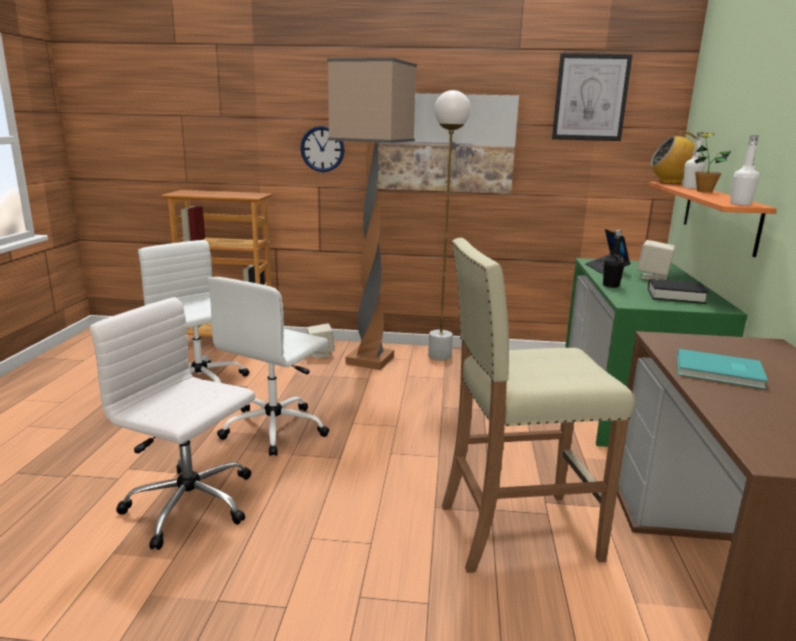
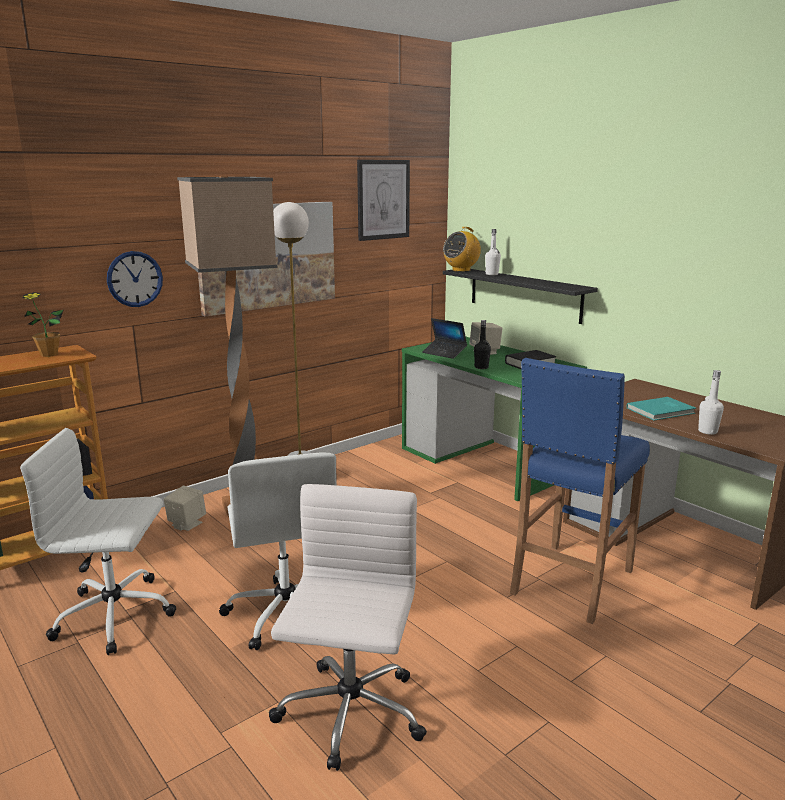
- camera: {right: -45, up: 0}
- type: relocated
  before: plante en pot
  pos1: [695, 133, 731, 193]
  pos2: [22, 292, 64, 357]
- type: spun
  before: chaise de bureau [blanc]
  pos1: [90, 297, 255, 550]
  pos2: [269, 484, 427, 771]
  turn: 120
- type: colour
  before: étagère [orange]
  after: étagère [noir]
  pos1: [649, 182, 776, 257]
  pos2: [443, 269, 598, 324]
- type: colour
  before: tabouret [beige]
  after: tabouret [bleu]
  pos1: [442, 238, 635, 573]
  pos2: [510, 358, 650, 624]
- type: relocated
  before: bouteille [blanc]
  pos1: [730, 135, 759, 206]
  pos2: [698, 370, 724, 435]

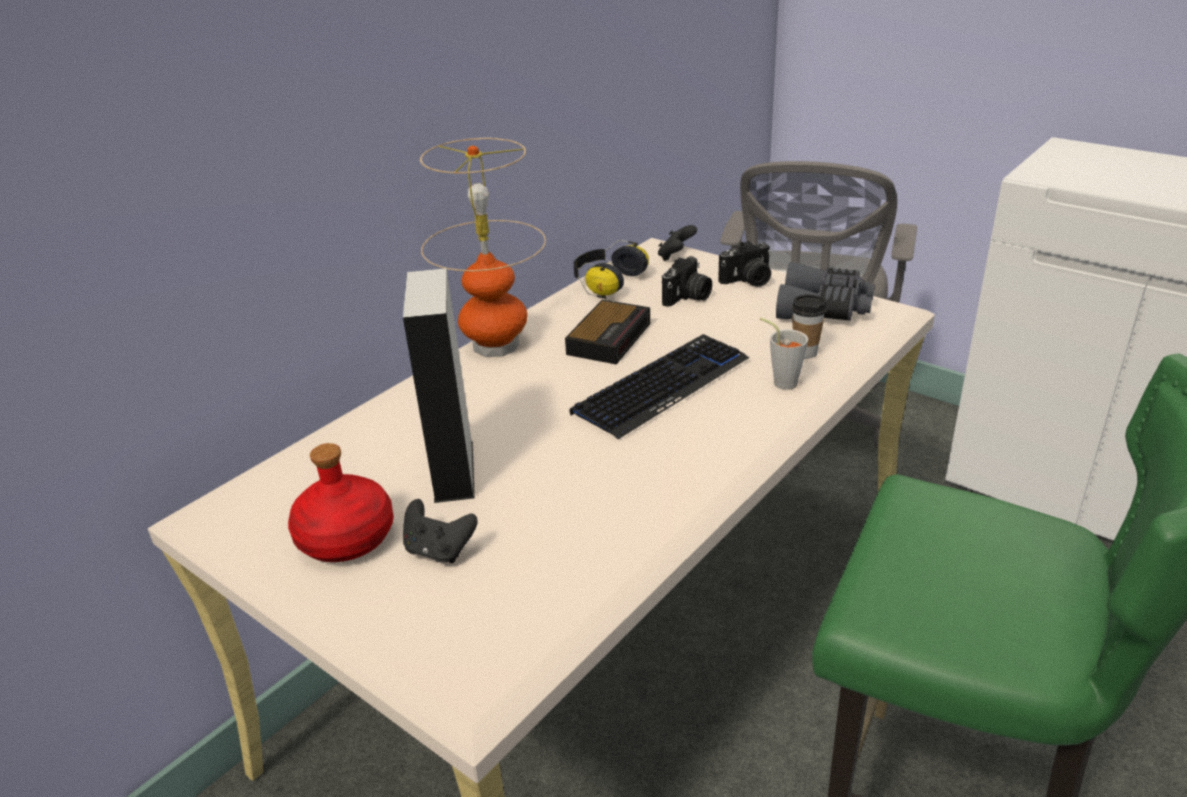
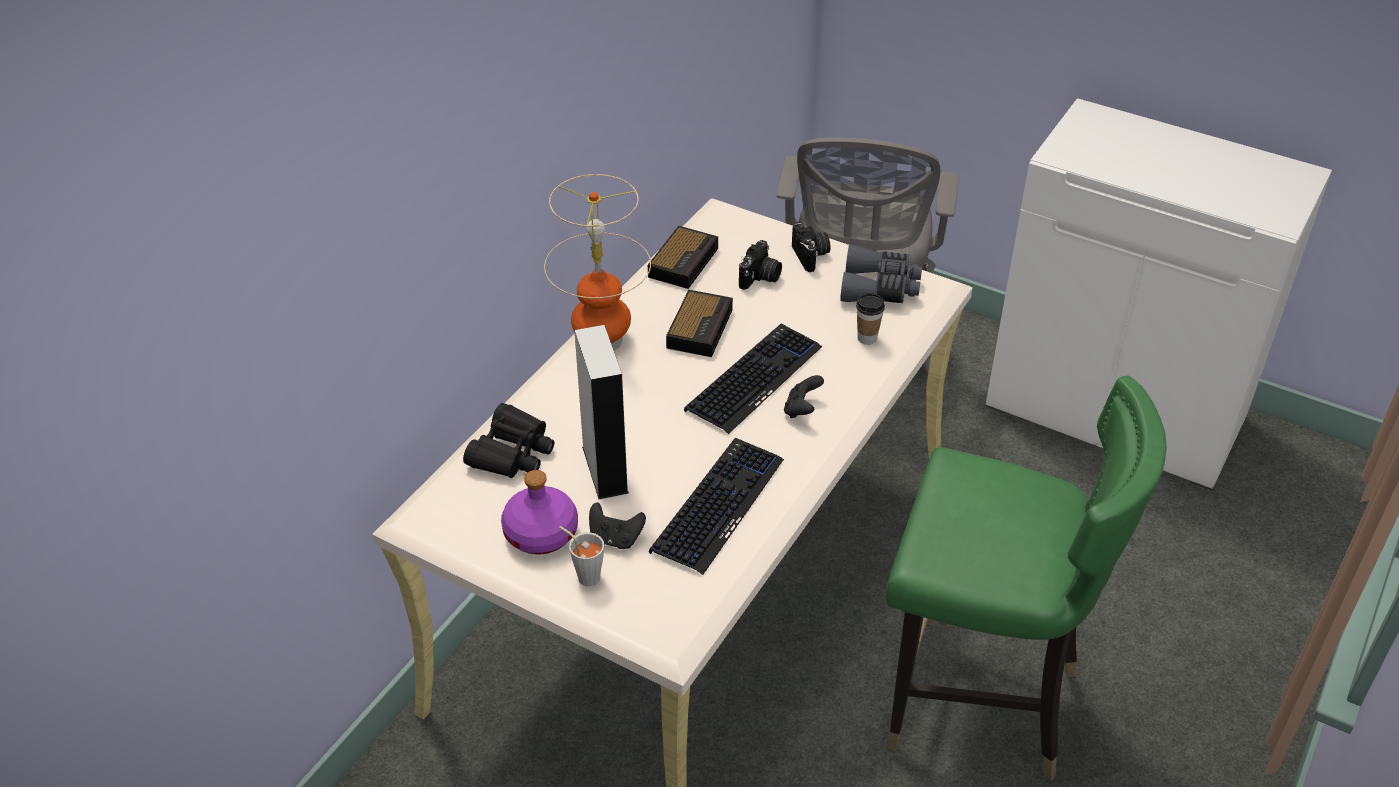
- camera: {right: -10, up: 10}
- type: appeared
  after: jumelles [noir]
  pos2: [463, 403, 554, 478]
- type: colour
  before: bouteille [rouge]
  after: bouteille [violet]
  pos1: [288, 443, 394, 562]
  pos2: [501, 470, 578, 554]
- type: relocated
  before: tasse [gris]
  pos1: [760, 317, 808, 390]
  pos2: [559, 526, 604, 586]
- type: exchanged
  before: casque audio
  after: réveil
  pos1: [574, 240, 649, 299]
  pos2: [648, 226, 718, 289]
- type: appeared
  after: clavier
  pos2: [649, 438, 784, 575]
- type: relocated
  before: manette [noir]
  pos1: [658, 225, 697, 261]
  pos2: [784, 375, 824, 418]
- type: spun
  before: appareil photo
  pos1: [718, 241, 771, 287]
  pos2: [792, 222, 831, 272]
  turn: -75

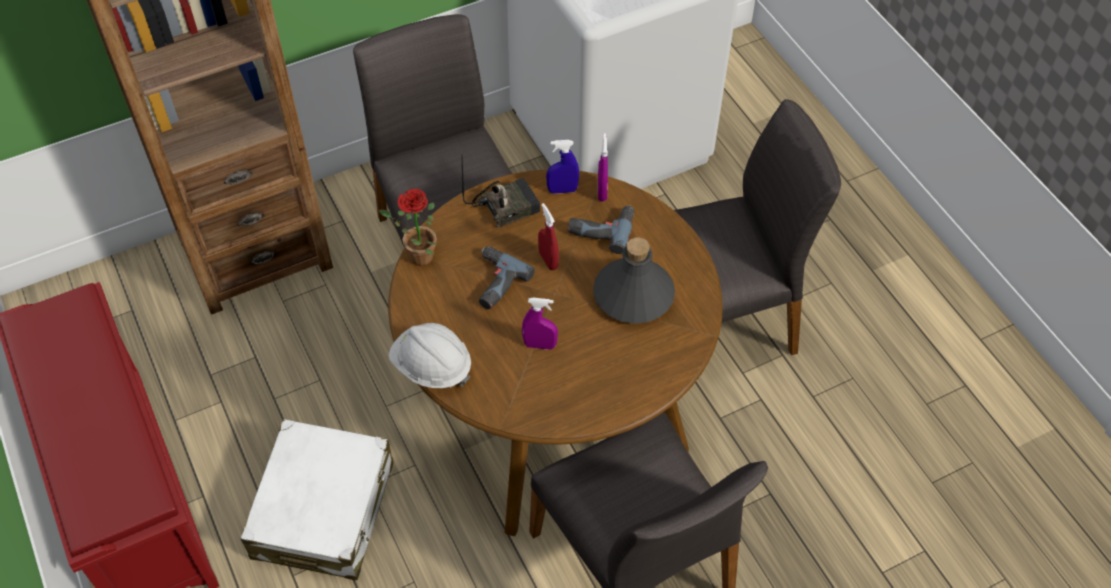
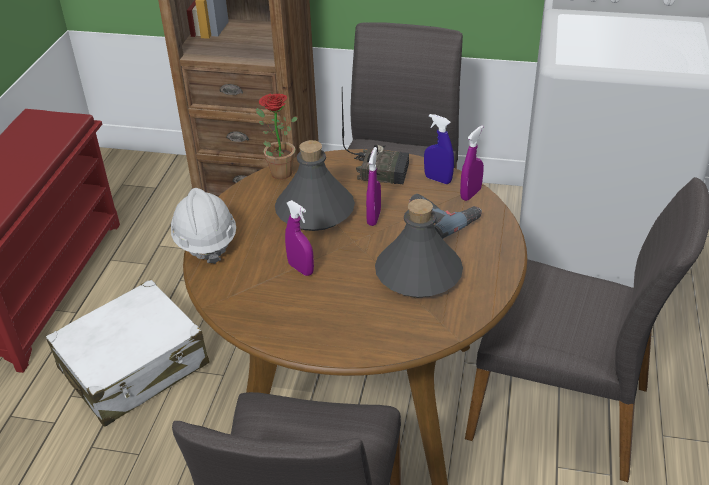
- camera: {right: 40, up: -15}
- type: exchanged
  before: perceuse
  after: bouteille [gris]
  pos1: [479, 246, 535, 309]
  pos2: [275, 140, 355, 231]
- type: colour
  before: vaporisateur [rouge]
  after: vaporisateur [violet]
  pos1: [538, 203, 559, 270]
  pos2: [366, 147, 381, 226]

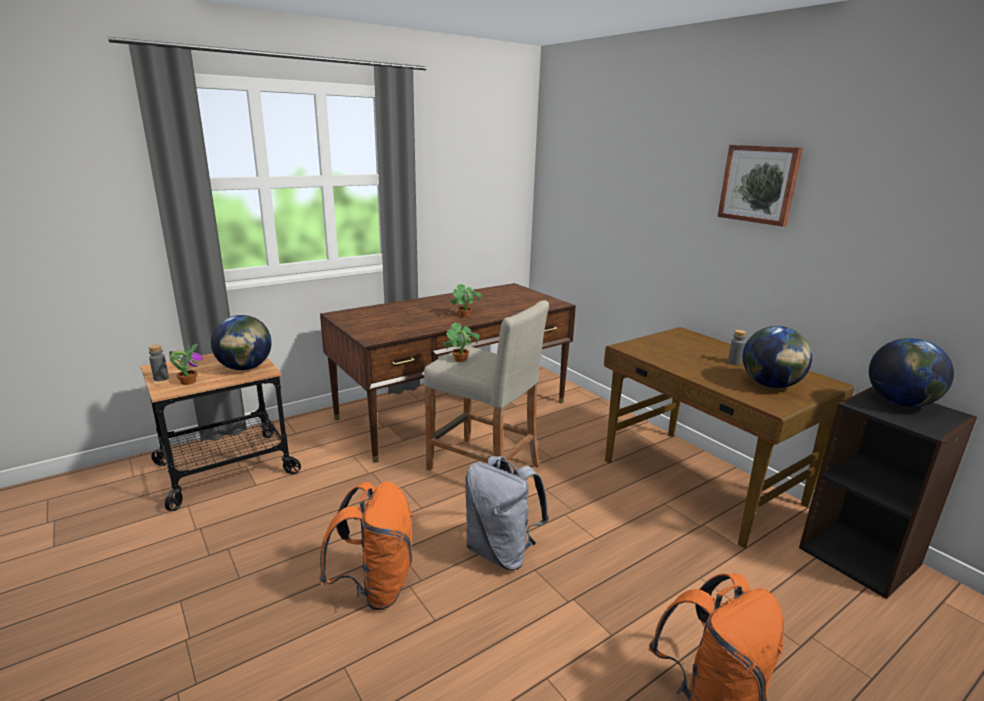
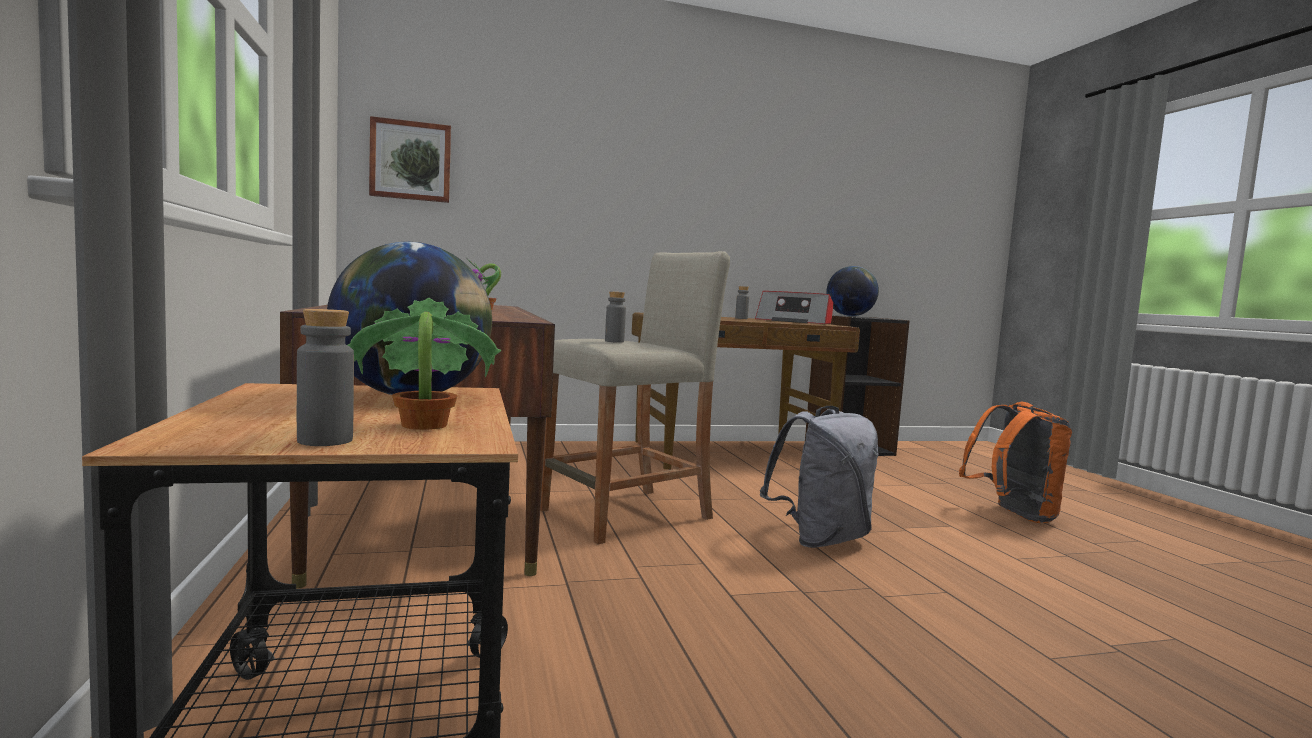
- camera: {right: -70, up: -15}
- type: relocated
  before: tableau
  pos1: [718, 145, 803, 227]
  pos2: [369, 116, 451, 203]
- type: exchanged
  before: plante en pot
  after: bouteille [gris]
  pos1: [442, 323, 480, 362]
  pos2: [605, 291, 626, 343]
- type: exchanged
  before: globe
  after: radio
  pos1: [743, 326, 812, 388]
  pos2: [755, 291, 833, 324]
- type: missing
  before: sac à dos [orange]
  pos1: [319, 481, 413, 611]

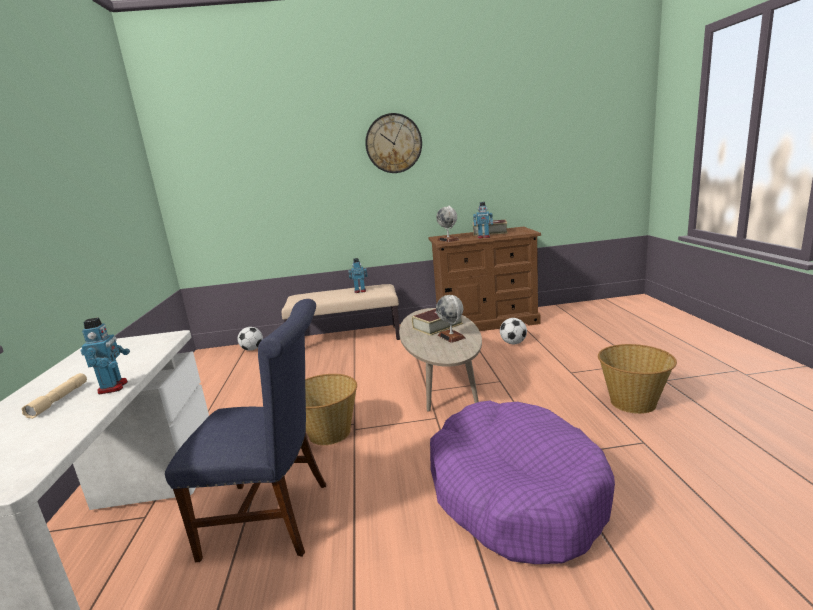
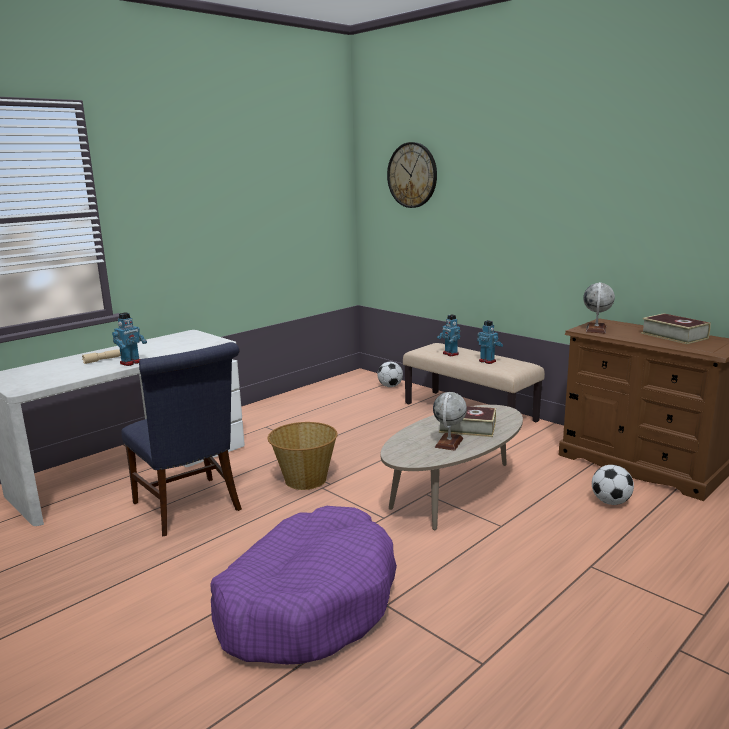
- camera: {right: 50, up: 0}
- type: relocated
  before: horloge murale
  pos1: [365, 113, 422, 173]
  pos2: [387, 142, 437, 208]
- type: relocated
  before: robot jouet
  pos1: [473, 202, 493, 238]
  pos2: [437, 315, 460, 356]
- type: missing
  before: panier
  pos1: [598, 344, 677, 414]

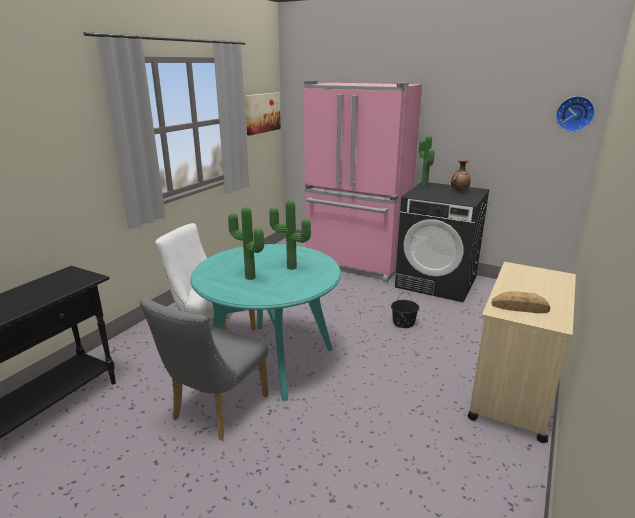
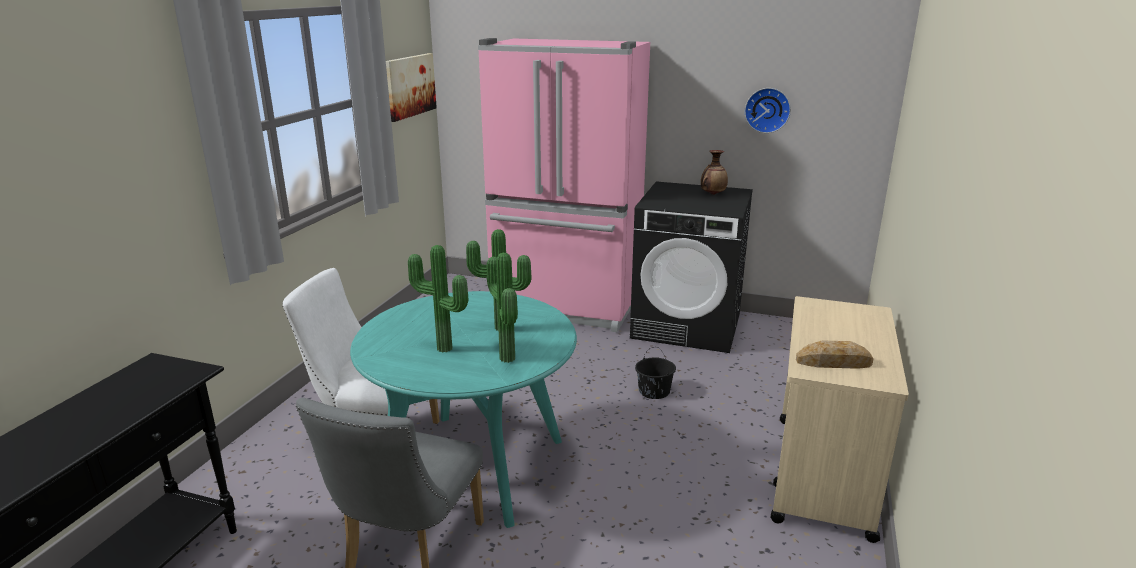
- camera: {right: -10, up: 0}
- type: relocated
  before: plante en pot
  pos1: [418, 135, 435, 186]
  pos2: [487, 253, 518, 363]
- type: relocated
  before: horloge murale
  pos1: [556, 96, 595, 132]
  pos2: [744, 88, 791, 133]

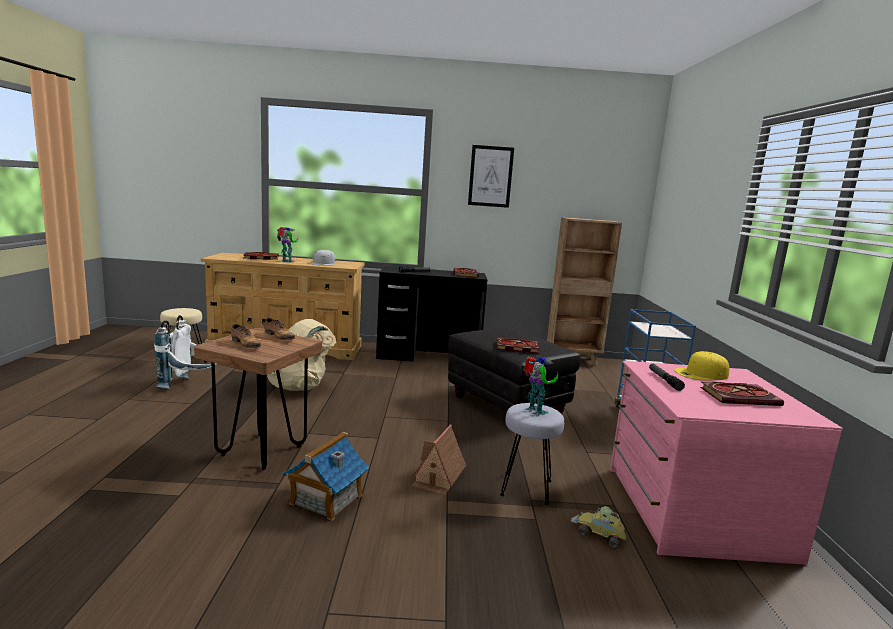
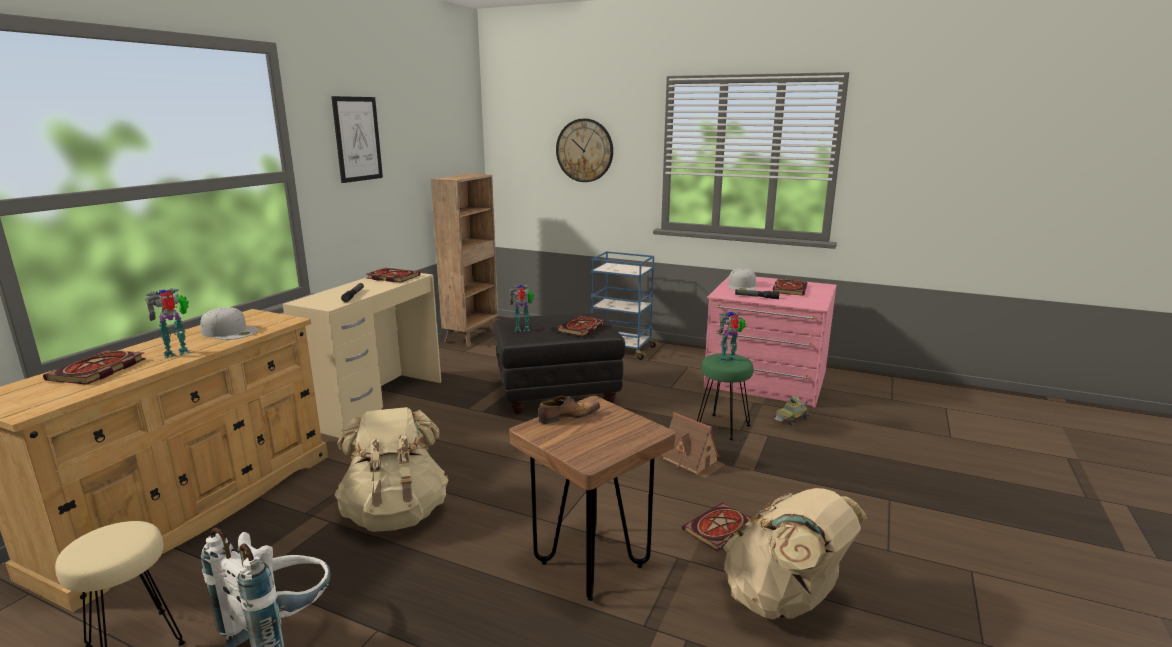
- camera: {right: -65, up: 5}
- type: colour
  before: bureau [noir]
  after: bureau [beige]
  pos1: [376, 266, 487, 362]
  pos2: [283, 273, 441, 438]
- type: appeared
  after: robot jouet
  pos2: [509, 285, 534, 332]
- type: appeared
  after: horloge murale
  pos2: [556, 119, 613, 182]
- type: exchanged
  before: maison miniature
  after: livre
  pos1: [282, 432, 369, 521]
  pos2: [682, 503, 750, 551]
- type: colour
  before: tabouret [gris]
  after: tabouret [vert]
  pos1: [500, 403, 564, 505]
  pos2: [697, 353, 753, 440]
- type: appeared
  after: sac à dos [beige]
  pos2: [723, 488, 867, 619]
- type: colour
  before: casquette [jaune]
  after: casquette [blanc]
  pos1: [674, 351, 729, 380]
  pos2: [728, 268, 756, 291]
- type: missing
  before: chaussure
  pos1: [231, 324, 261, 348]

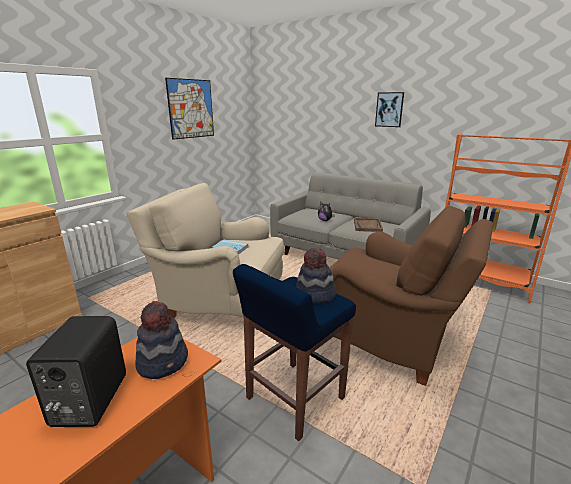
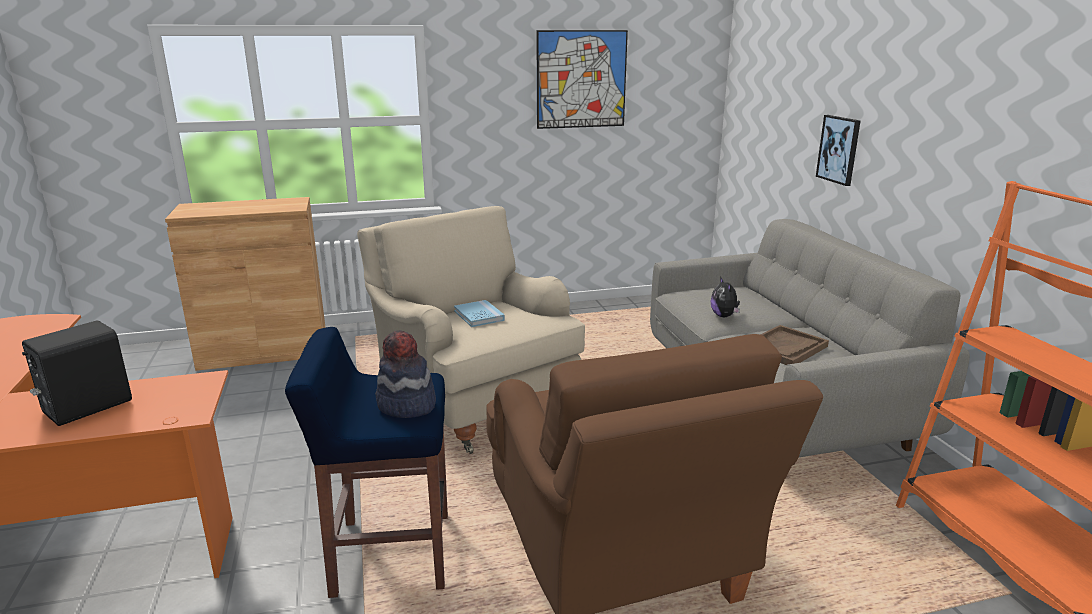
- camera: {right: 40, up: 0}
- type: relocated
  before: tableau
  pos1: [375, 92, 404, 127]
  pos2: [816, 115, 860, 186]
- type: missing
  before: chapeau
  pos1: [136, 301, 188, 379]

